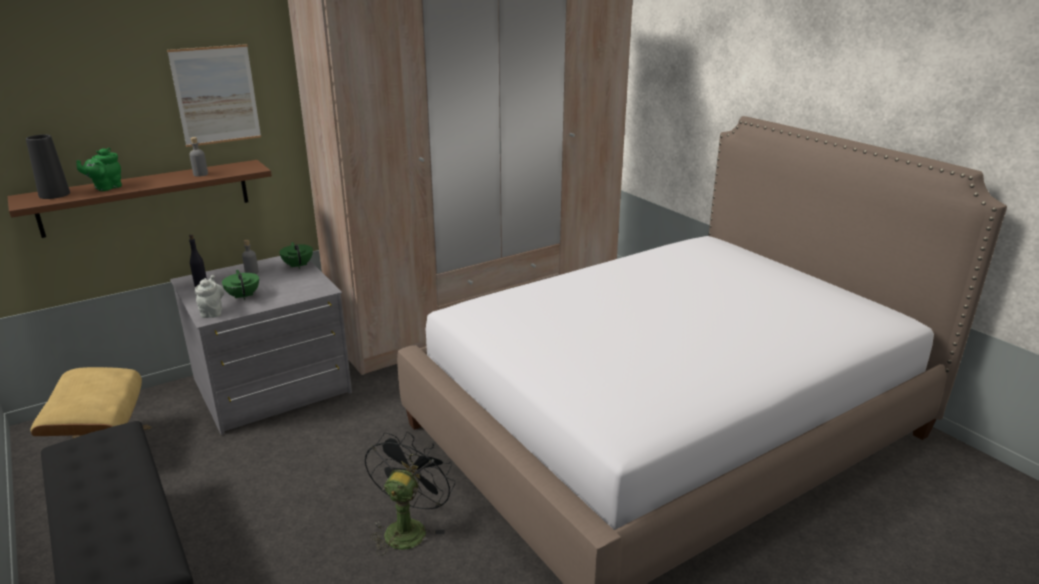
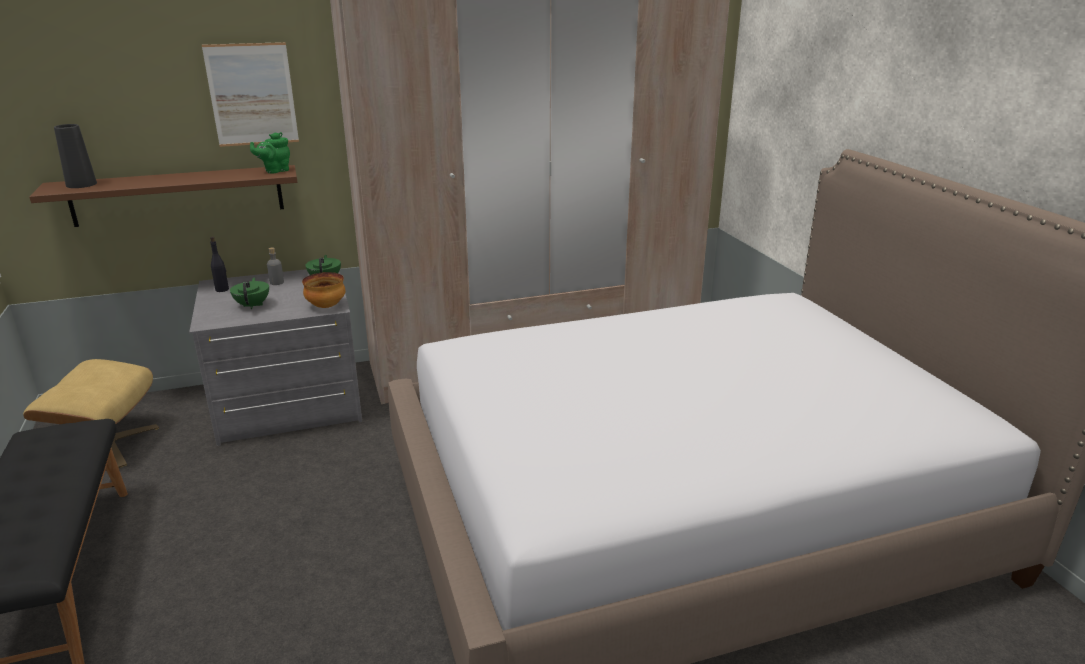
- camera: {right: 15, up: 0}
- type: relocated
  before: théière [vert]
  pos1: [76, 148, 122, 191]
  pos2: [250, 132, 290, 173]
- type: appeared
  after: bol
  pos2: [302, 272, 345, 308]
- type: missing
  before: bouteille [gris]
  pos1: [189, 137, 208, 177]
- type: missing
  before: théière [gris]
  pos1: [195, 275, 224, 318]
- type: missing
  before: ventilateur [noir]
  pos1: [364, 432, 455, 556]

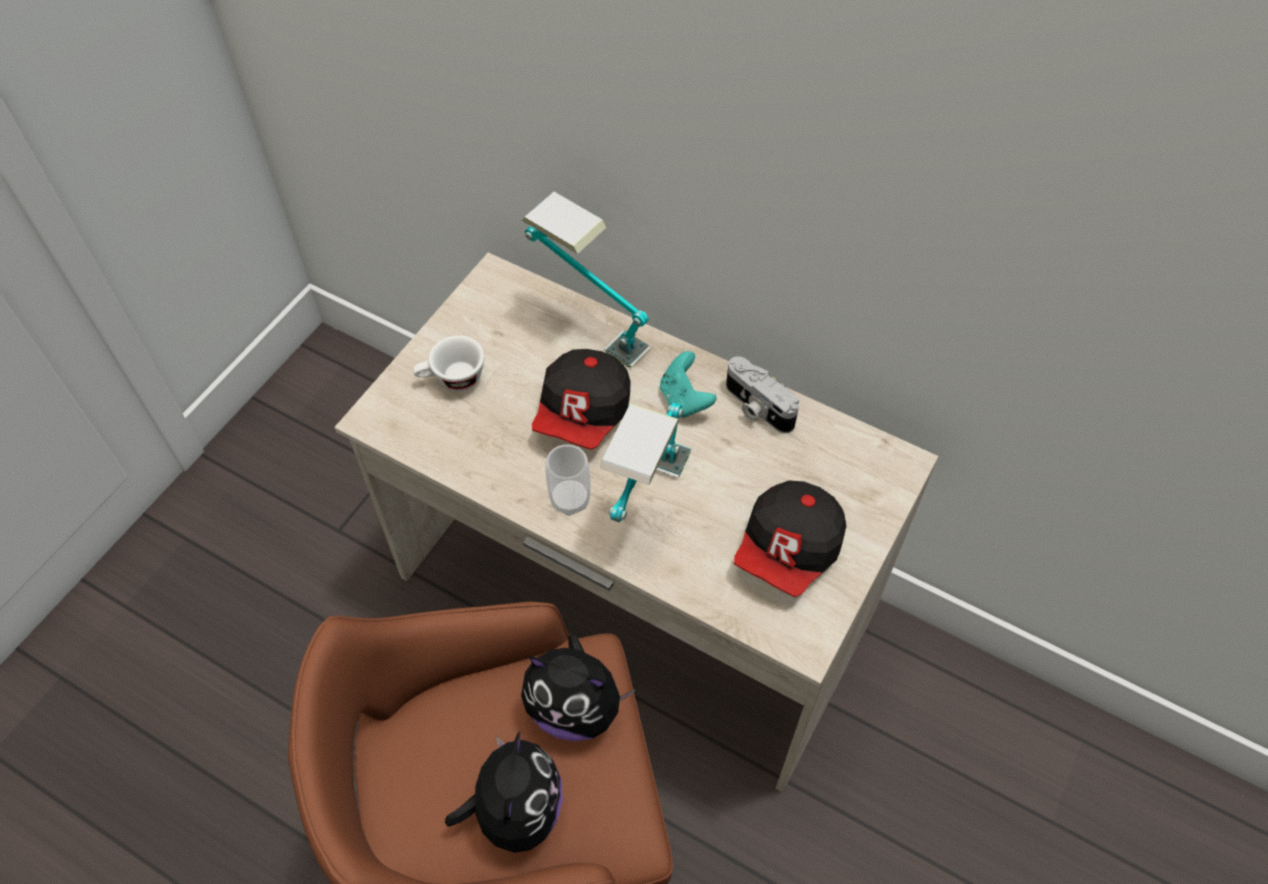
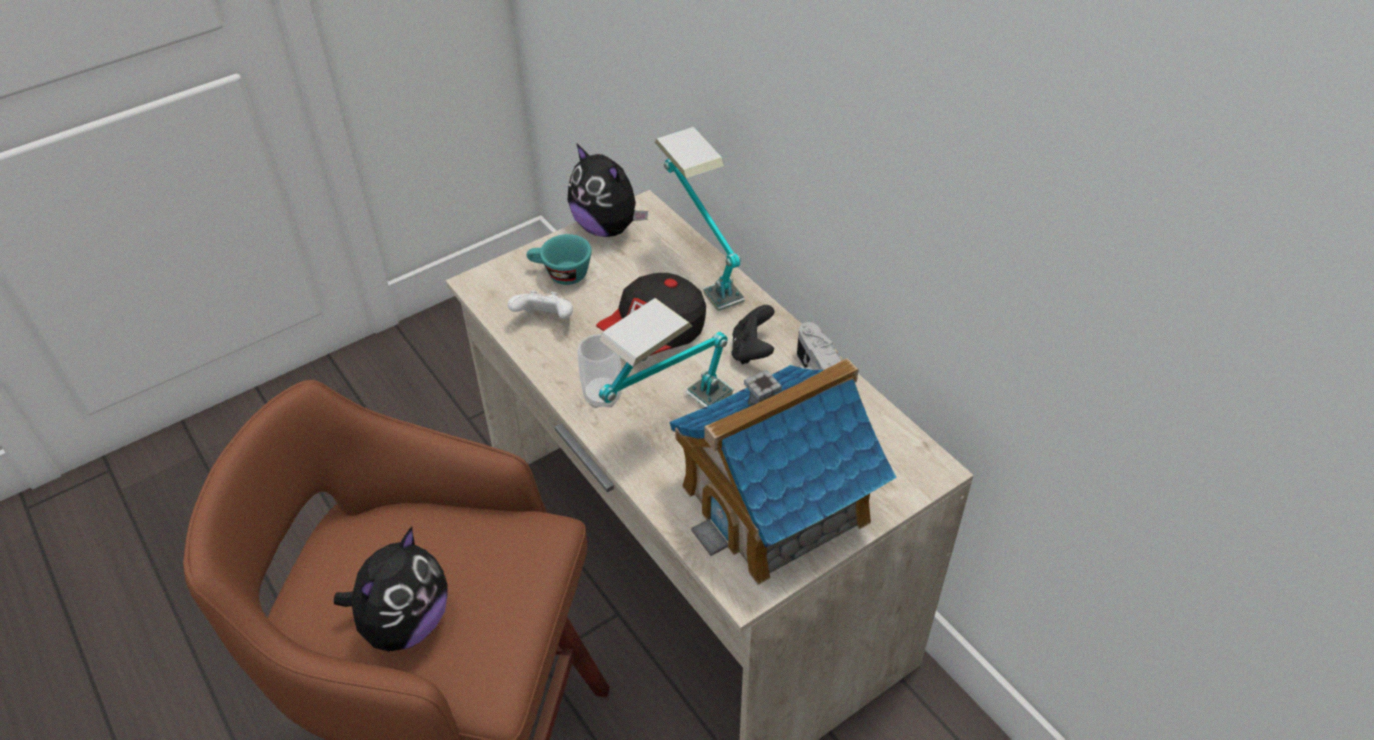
- camera: {right: 25, up: -10}
- type: appeared
  after: manette [blanc]
  pos2: [508, 290, 573, 319]
- type: colour
  before: tasse [blanc]
  after: tasse [turquoise]
  pos1: [413, 335, 484, 391]
  pos2: [526, 234, 592, 285]
- type: relocated
  before: peluche
  pos1: [521, 634, 636, 741]
  pos2: [568, 143, 648, 237]
- type: exchanged
  before: casquette
  after: maison miniature
  pos1: [734, 481, 846, 597]
  pos2: [669, 358, 897, 585]
- type: colour
  before: manette [turquoise]
  after: manette [noir]
  pos1: [660, 351, 717, 418]
  pos2: [732, 305, 775, 364]

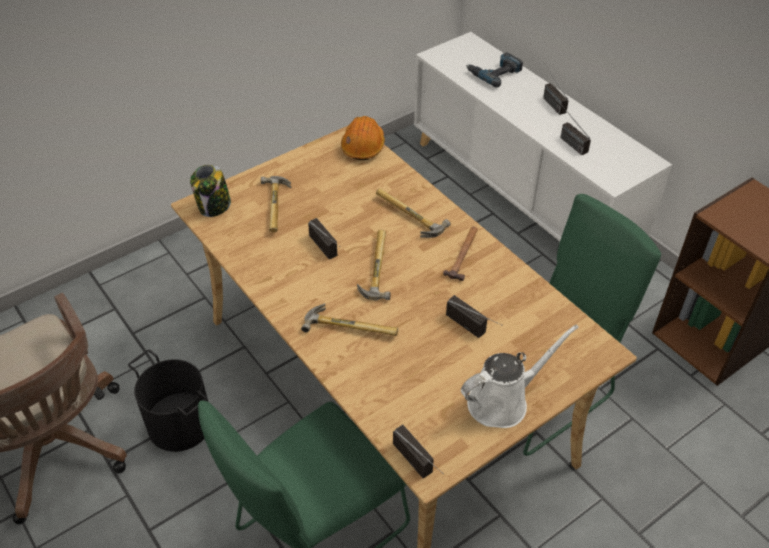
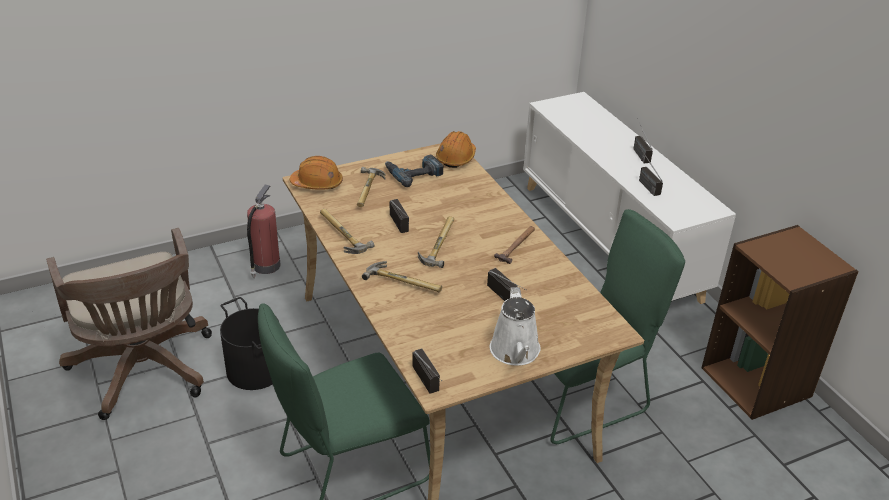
- camera: {right: 10, up: -10}
- type: appeared
  after: extincteur
  pos2: [247, 185, 281, 278]
- type: exchanged
  before: bocal
  after: casque de chantier [orange]
  pos1: [190, 165, 231, 217]
  pos2: [289, 156, 343, 190]
- type: relocated
  before: marteau
  pos1: [376, 188, 451, 238]
  pos2: [320, 209, 374, 254]
- type: relocated
  before: perceuse
  pos1: [466, 52, 523, 87]
  pos2: [385, 155, 443, 187]
- type: spun
  before: arrosoir [blanc]
  pos1: [461, 325, 579, 428]
  pos2: [490, 287, 541, 366]
  turn: 105

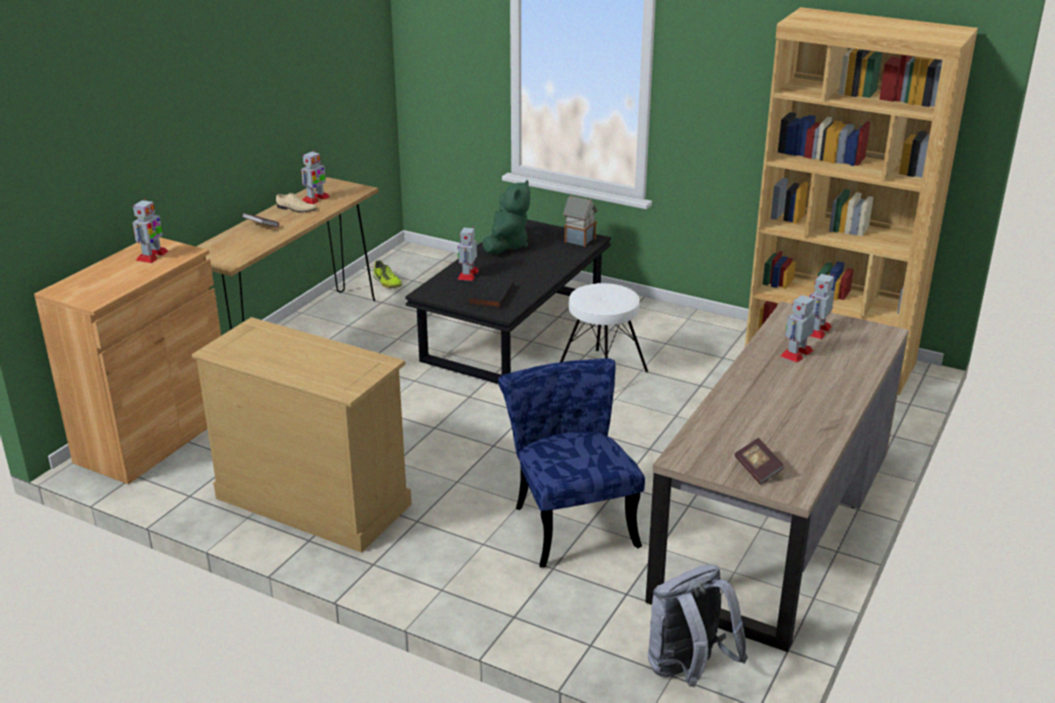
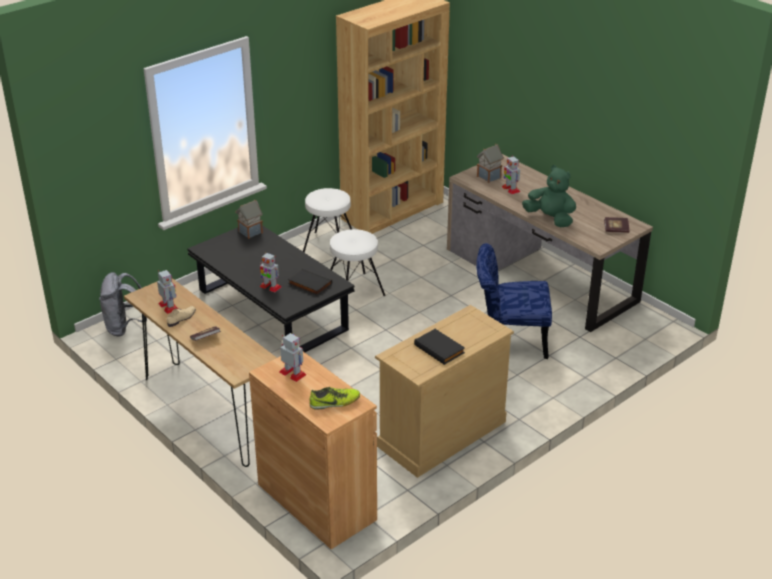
- camera: {right: -70, up: 5}
- type: relocated
  before: sac à dos [gris]
  pos1: [648, 564, 748, 687]
  pos2: [99, 272, 147, 337]
- type: appeared
  after: tabouret [blanc]
  pos2: [303, 188, 352, 252]
- type: relocated
  before: chaussure
  pos1: [373, 260, 402, 288]
  pos2: [310, 387, 360, 409]
- type: appeared
  after: livre [noir]
  pos2: [414, 329, 465, 365]
- type: exchanged
  before: robot jouet
  after: maison miniature
  pos1: [810, 274, 835, 339]
  pos2: [477, 144, 504, 183]
- type: relocated
  before: peluche [vert]
  pos1: [482, 180, 530, 254]
  pos2: [522, 165, 576, 227]

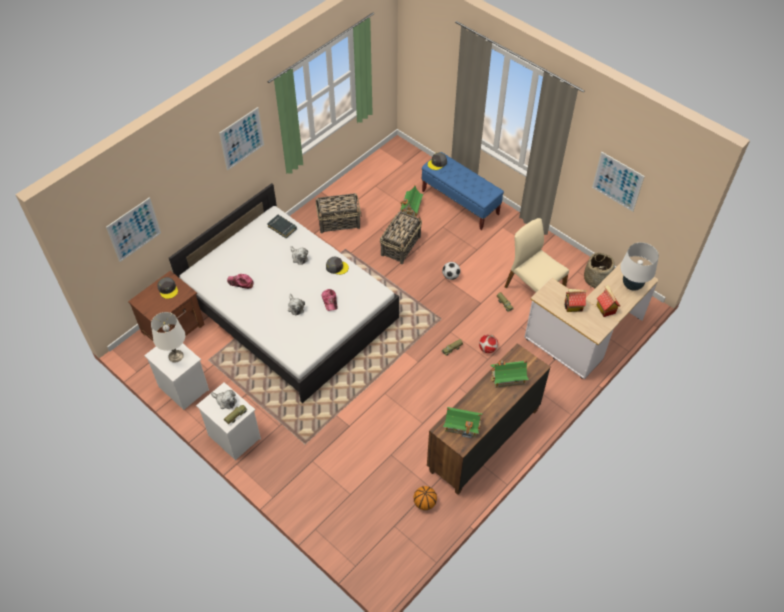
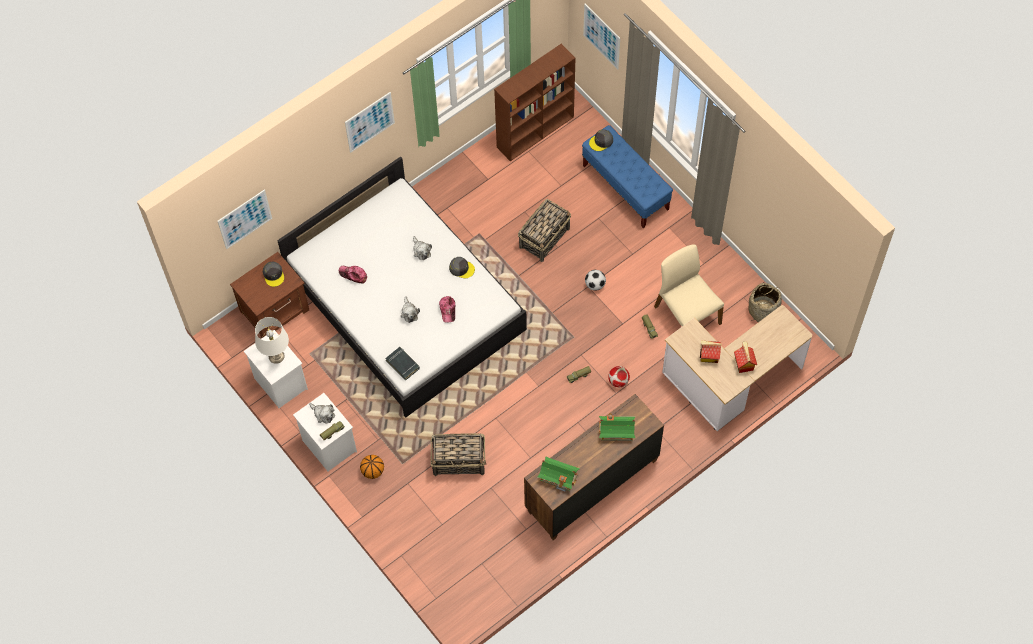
- camera: {right: 10, up: 10}
- type: relocated
  before: ballon de basket
  pos1: [413, 486, 437, 510]
  pos2: [360, 455, 384, 479]
- type: relocated
  before: livre [noir]
  pos1: [267, 215, 297, 238]
  pos2: [385, 347, 420, 381]
- type: relocated
  before: panier
  pos1: [316, 193, 362, 233]
  pos2: [431, 433, 486, 476]
- type: appeared
  after: bibliothèque [marron]
  pos2: [494, 44, 576, 161]
- type: relocated
  before: tableau
  pos1: [592, 152, 645, 212]
  pos2: [583, 4, 620, 70]
- type: missing
  before: maison miniature
  pos1: [400, 186, 423, 217]
- type: missing
  before: lampe de table [blanc]
  pos1: [620, 242, 659, 291]

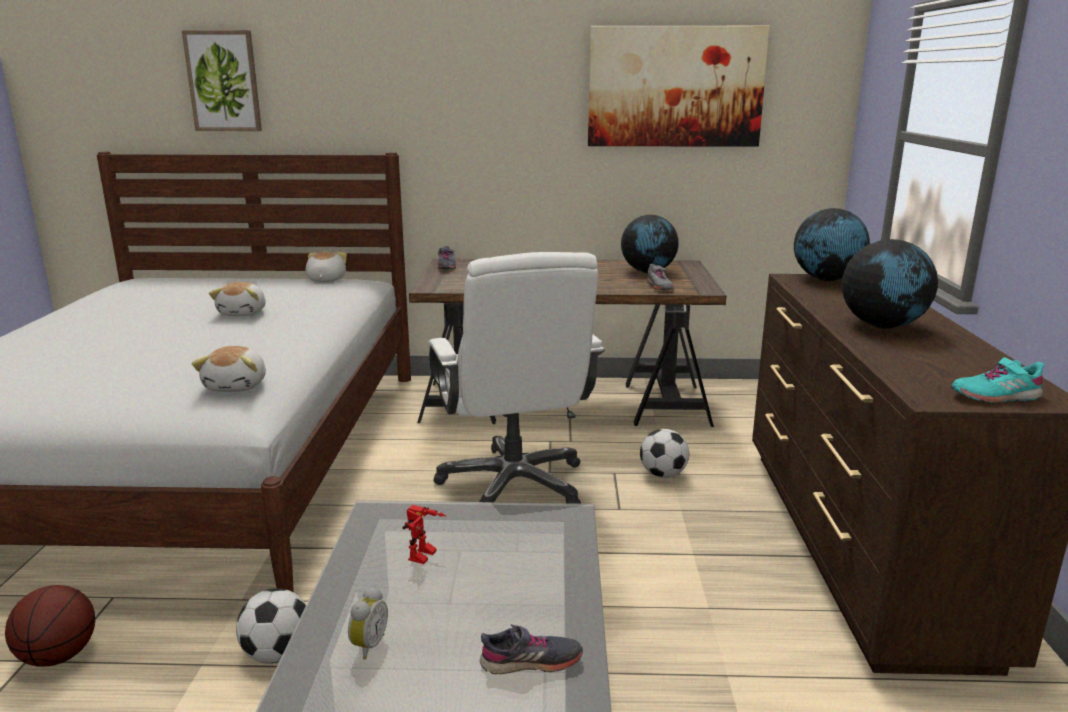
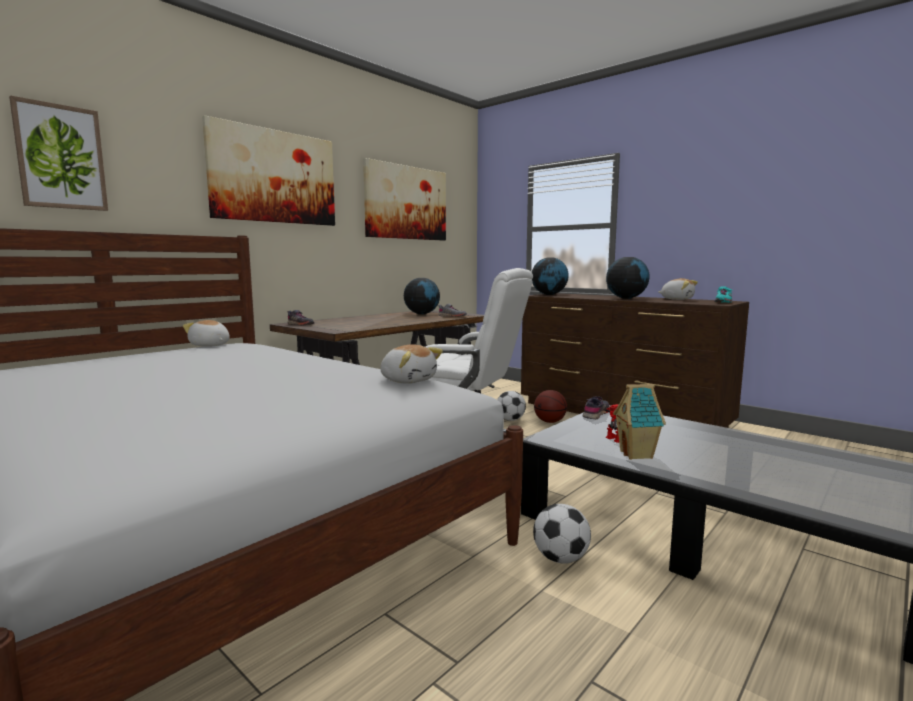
- camera: {right: -50, up: -10}
- type: appeared
  after: tableau
  pos2: [202, 115, 335, 226]
- type: relocated
  before: ballon de basket
  pos1: [5, 585, 95, 667]
  pos2: [534, 390, 567, 423]
- type: relocated
  before: chaussure [gris]
  pos1: [480, 624, 583, 675]
  pos2: [583, 396, 610, 419]
- type: appeared
  after: maison miniature
  pos2: [613, 384, 666, 460]
- type: relocated
  before: peluche
  pos1: [209, 282, 266, 316]
  pos2: [659, 278, 698, 300]
- type: missing
  before: réveil
  pos1: [348, 586, 388, 660]

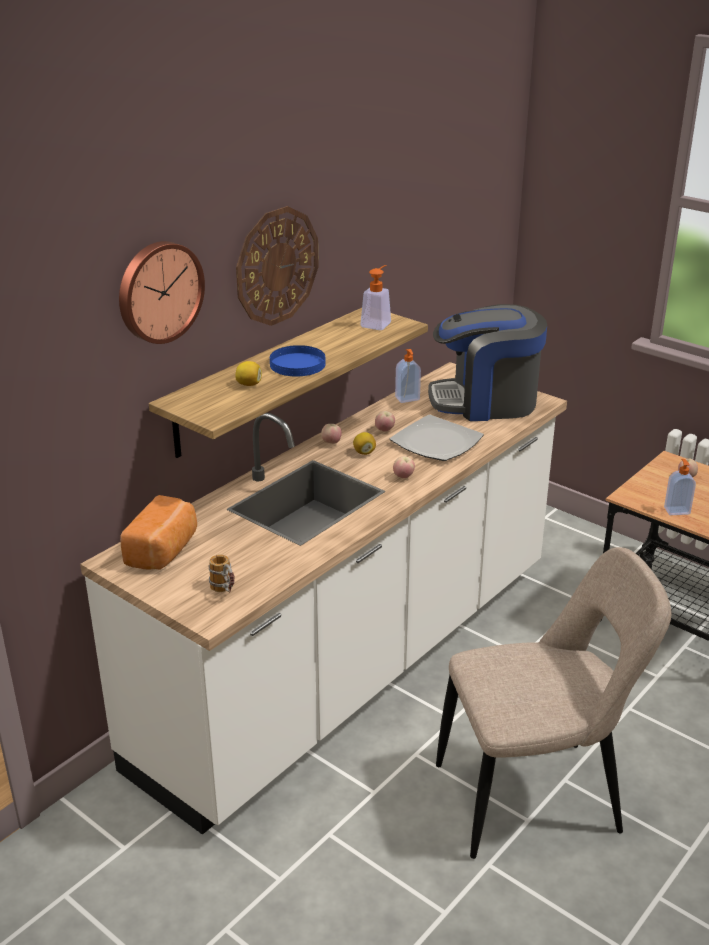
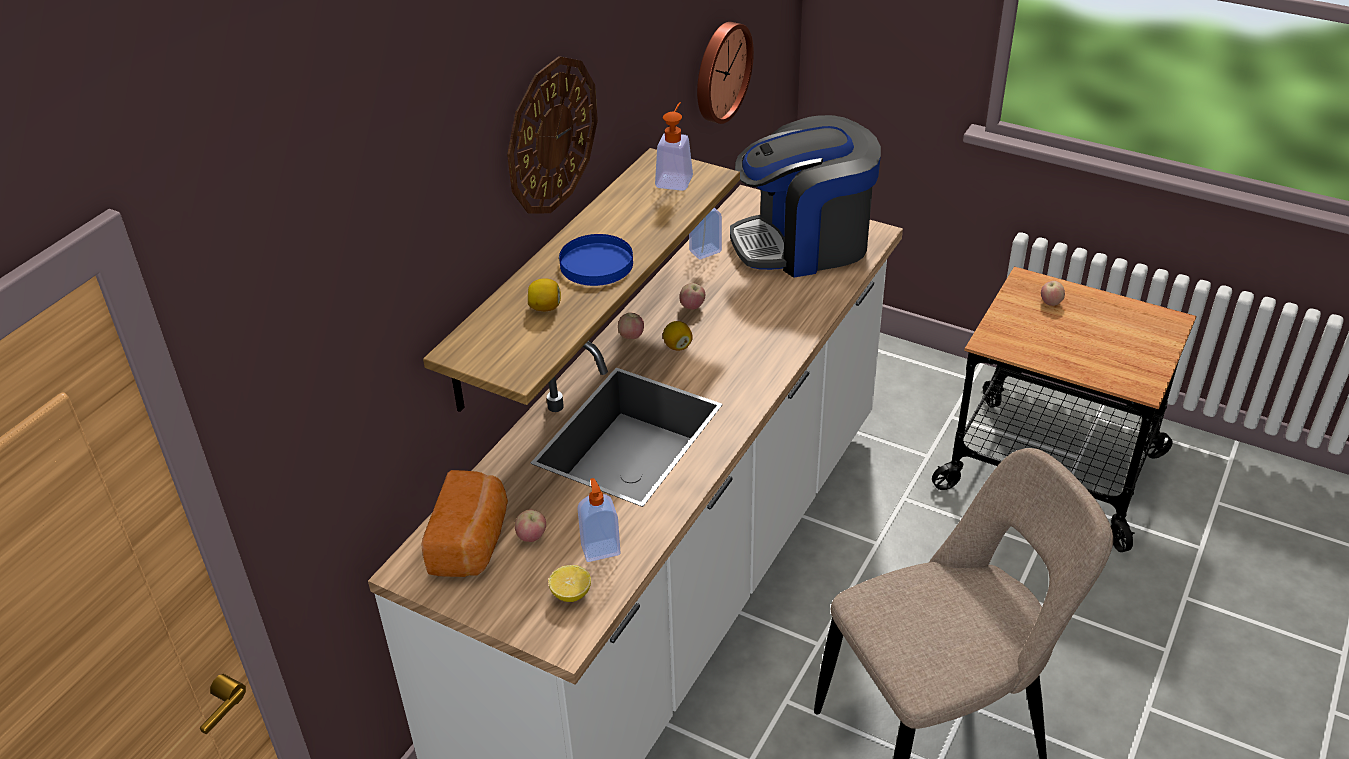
- camera: {right: -10, up: 10}
- type: relocated
  before: pomme
  pos1: [393, 456, 415, 478]
  pos2: [515, 510, 546, 542]
- type: exchanged
  before: mug
  after: citron
  pos1: [209, 554, 235, 592]
  pos2: [549, 565, 591, 602]
- type: relocated
  before: distributeur de savon
  pos1: [664, 459, 696, 515]
  pos2: [577, 478, 621, 562]
- type: relocated
  before: horloge murale
  pos1: [119, 241, 205, 344]
  pos2: [697, 22, 754, 124]
- type: missing
  before: assiette
  pos1: [390, 415, 484, 461]

